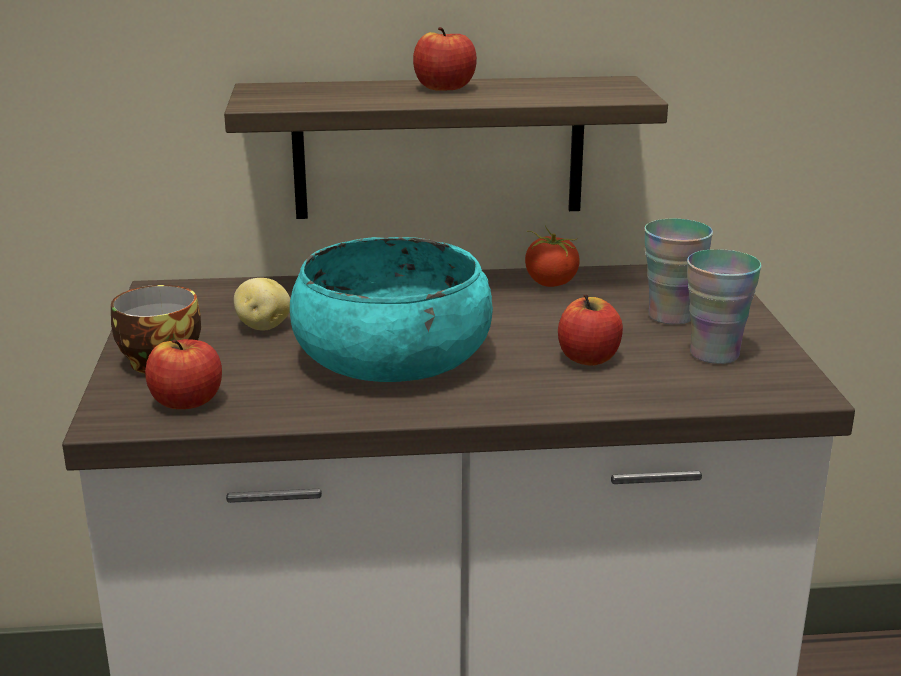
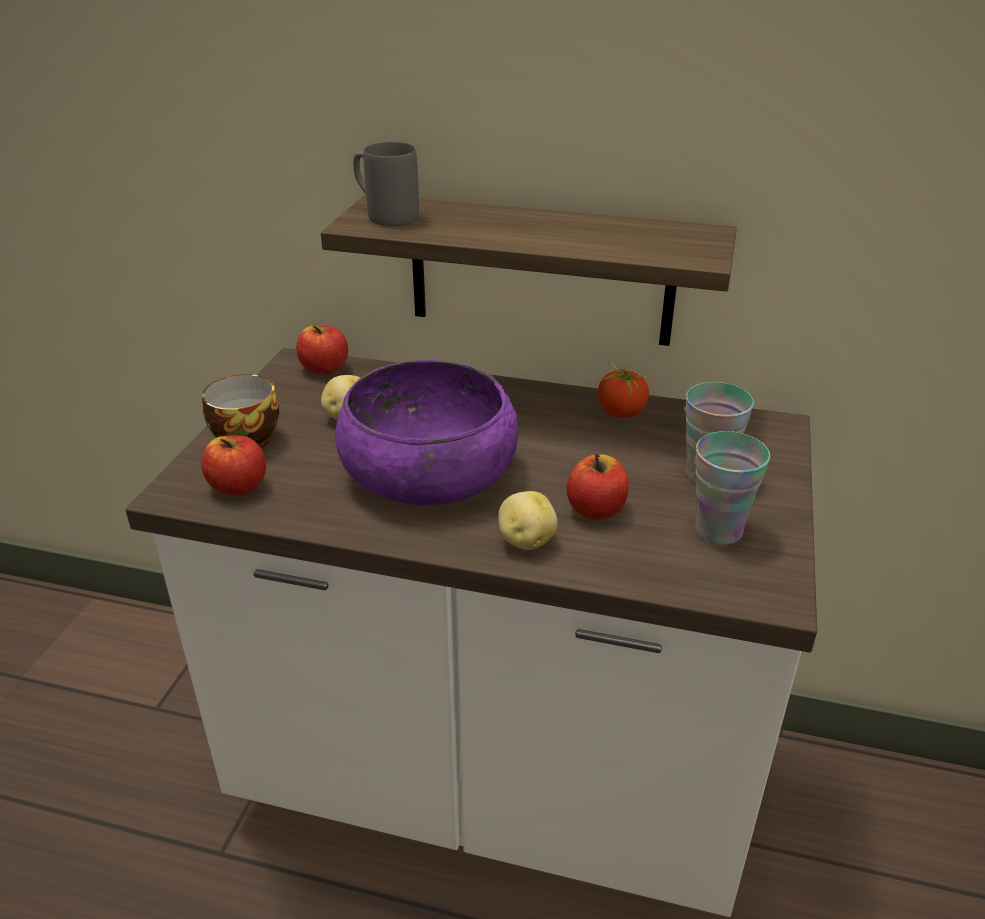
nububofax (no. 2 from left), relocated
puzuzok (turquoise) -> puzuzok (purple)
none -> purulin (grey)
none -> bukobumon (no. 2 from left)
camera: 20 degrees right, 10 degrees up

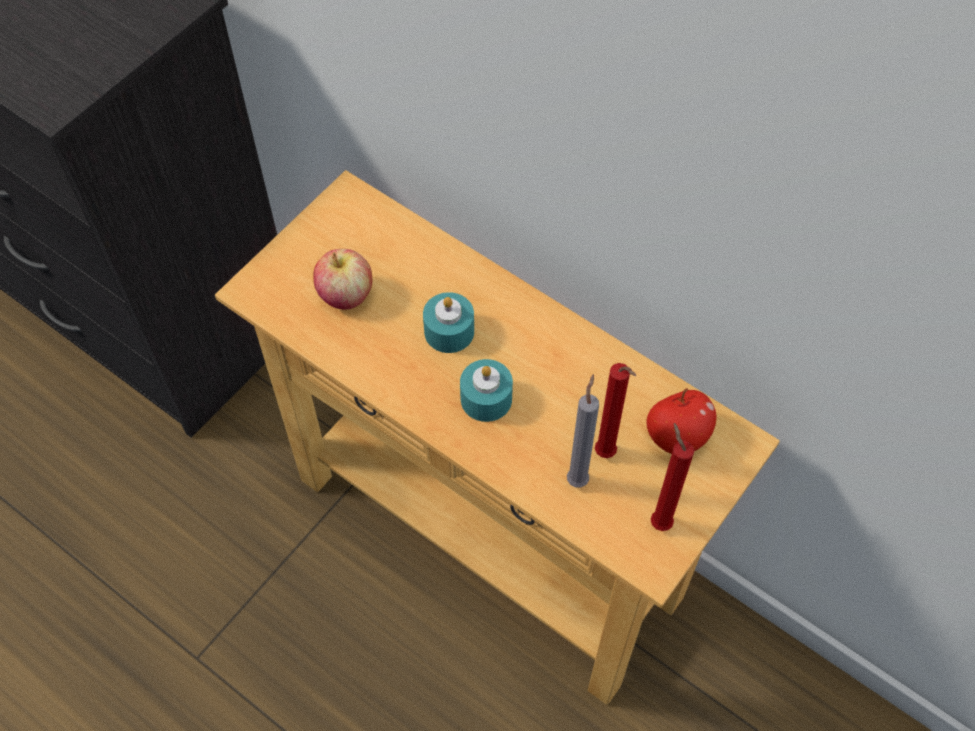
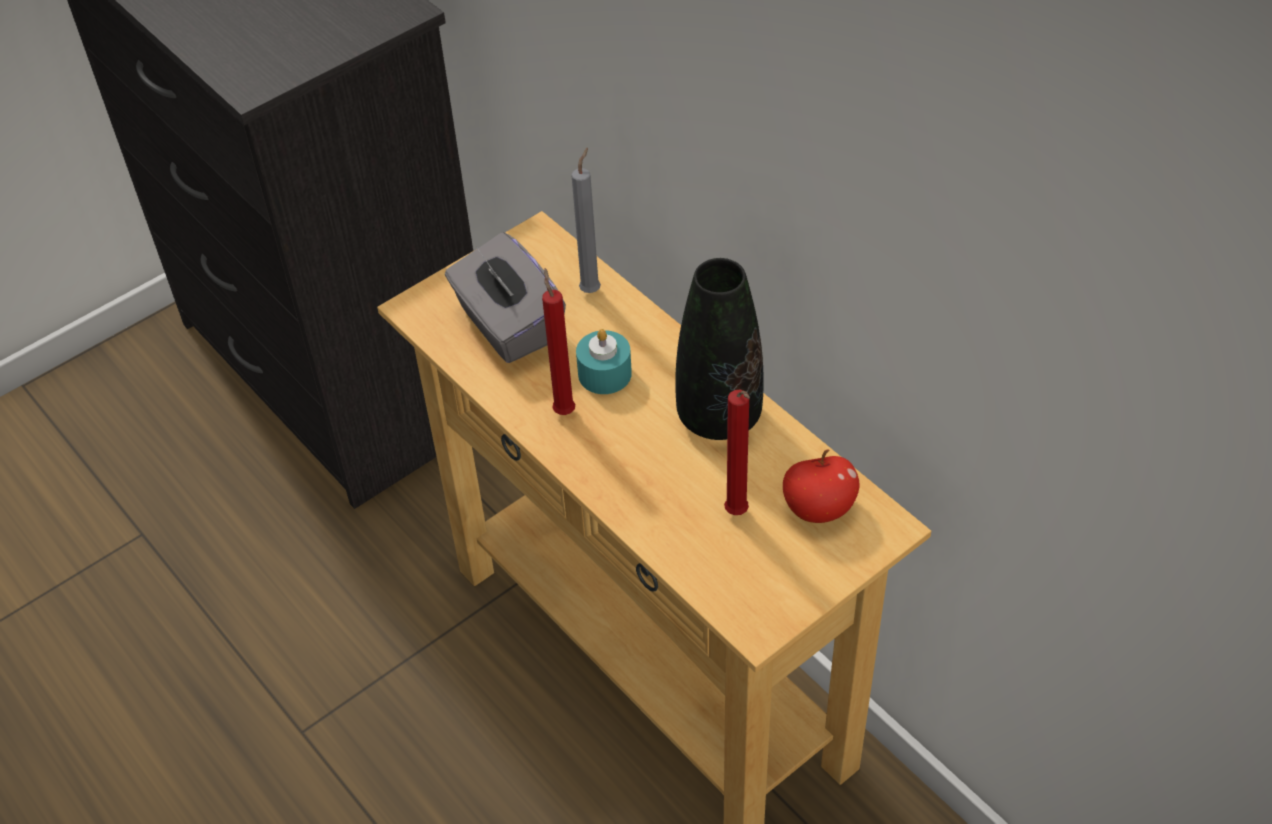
nububofax (no. 1 from left) -> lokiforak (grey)
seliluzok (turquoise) (no. 2 from left) -> none
seliluzok (grey), relocated
seliluzok (red) (no. 2 from left in the first image) -> seliluzok (red) (no. 1 from left), relocated
none -> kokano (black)
camera: 15 degrees right, 10 degrees down

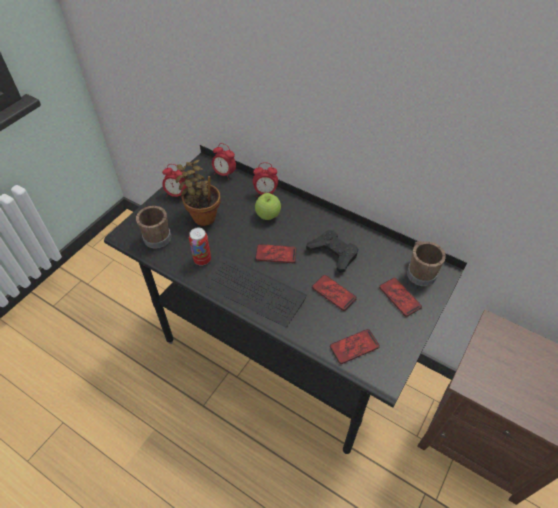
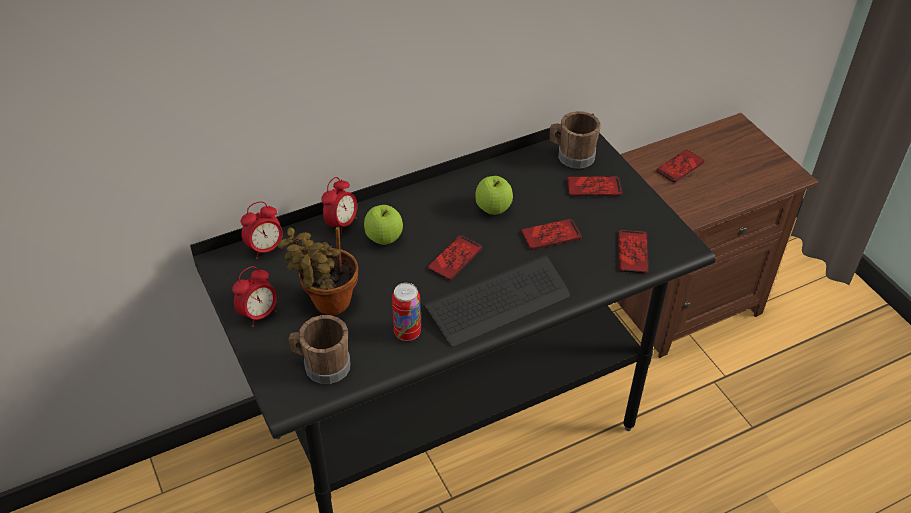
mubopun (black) -> nububofax (no. 2 from left)
none -> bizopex (no. 5 from left)
camera: 60 degrees left, 5 degrees down

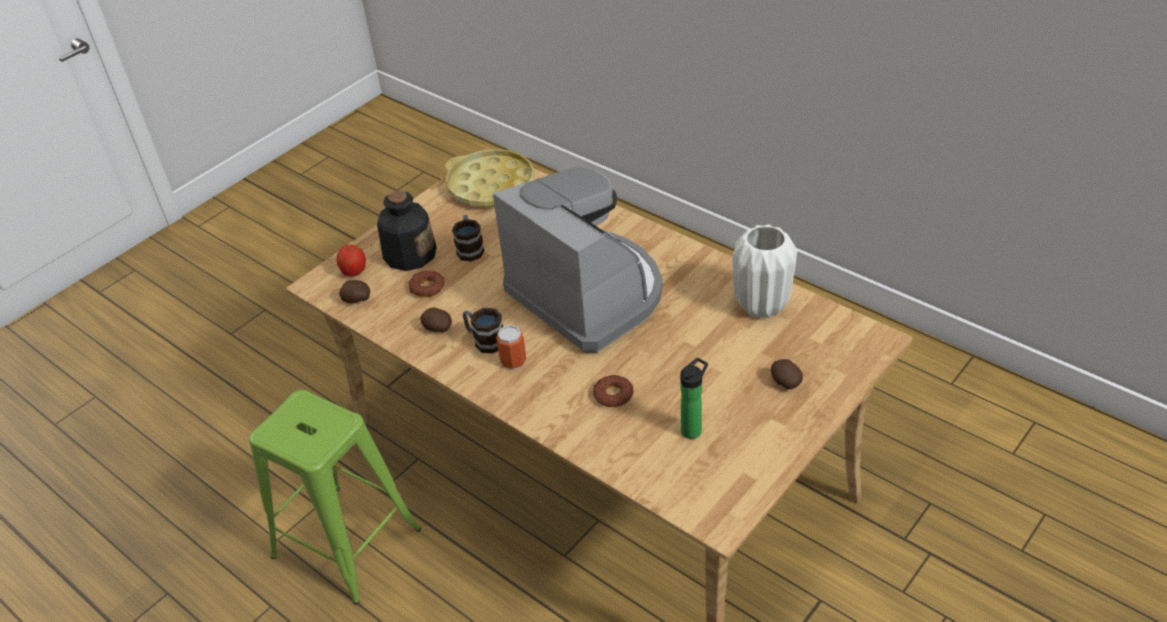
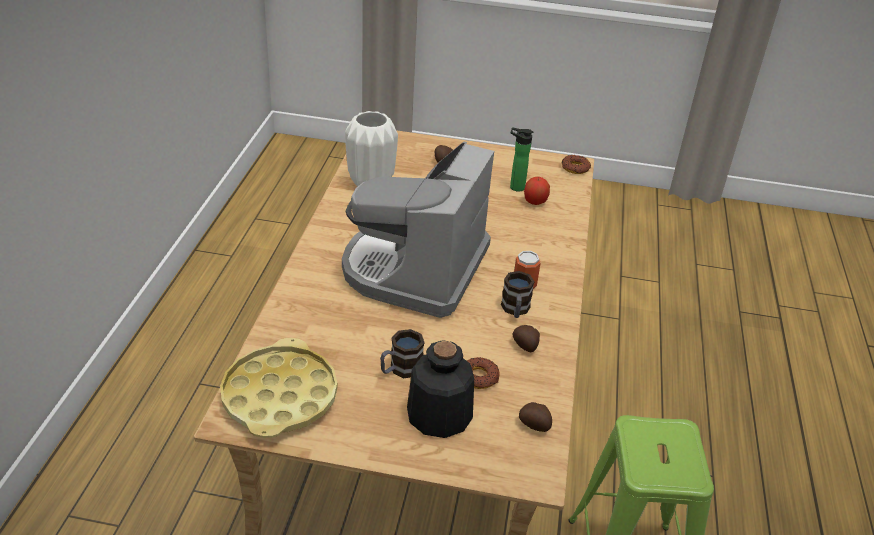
nububofax, relocated
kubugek (no. 2 from left), relocated
camera: 125 degrees left, 5 degrees down

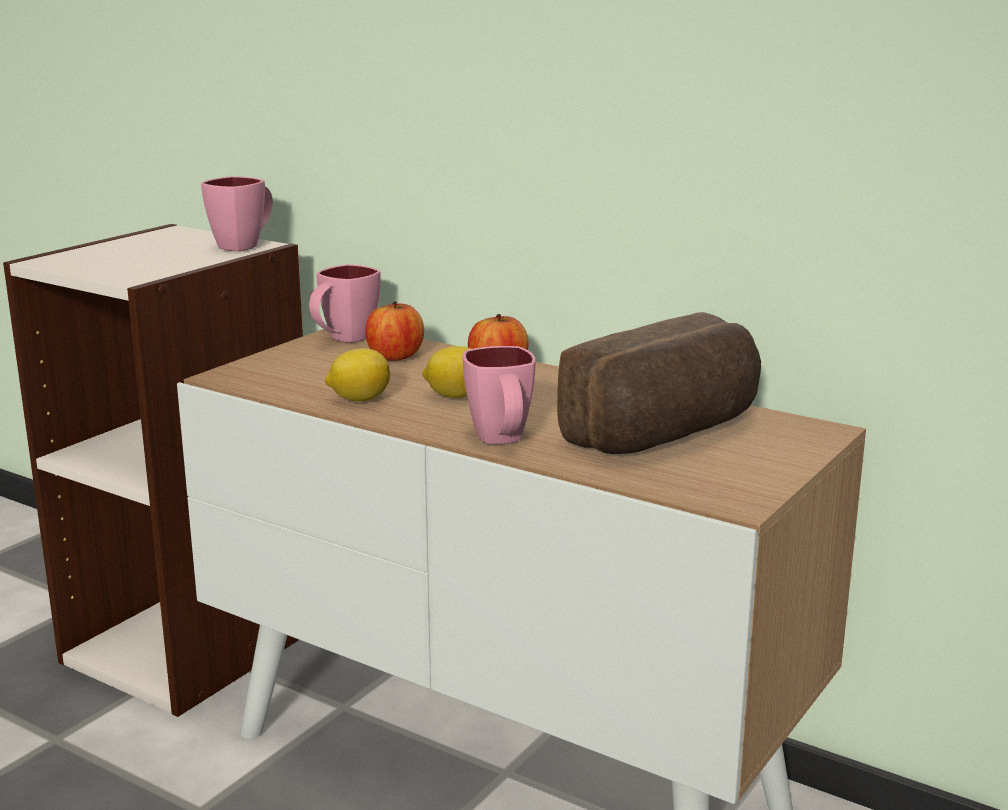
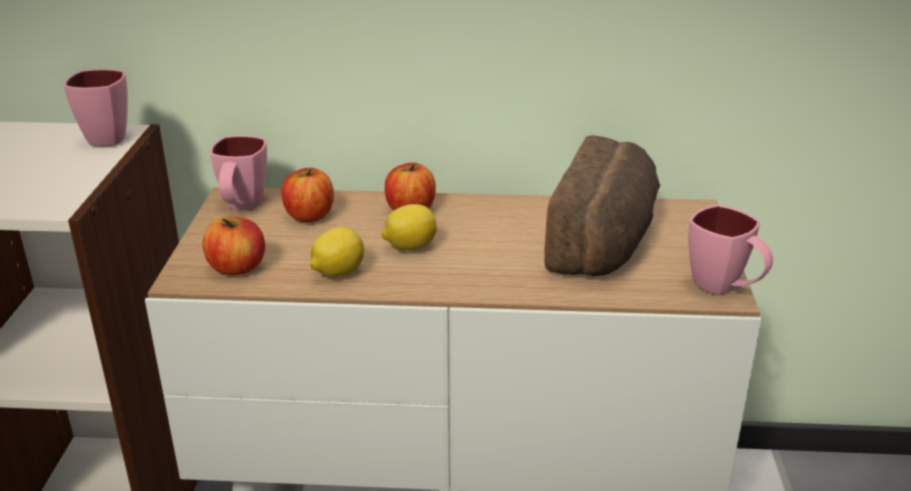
purulin (pink) (no. 3 from left), relocated
none -> nububofax (no. 1 from left)
camera: 30 degrees left, 10 degrees up

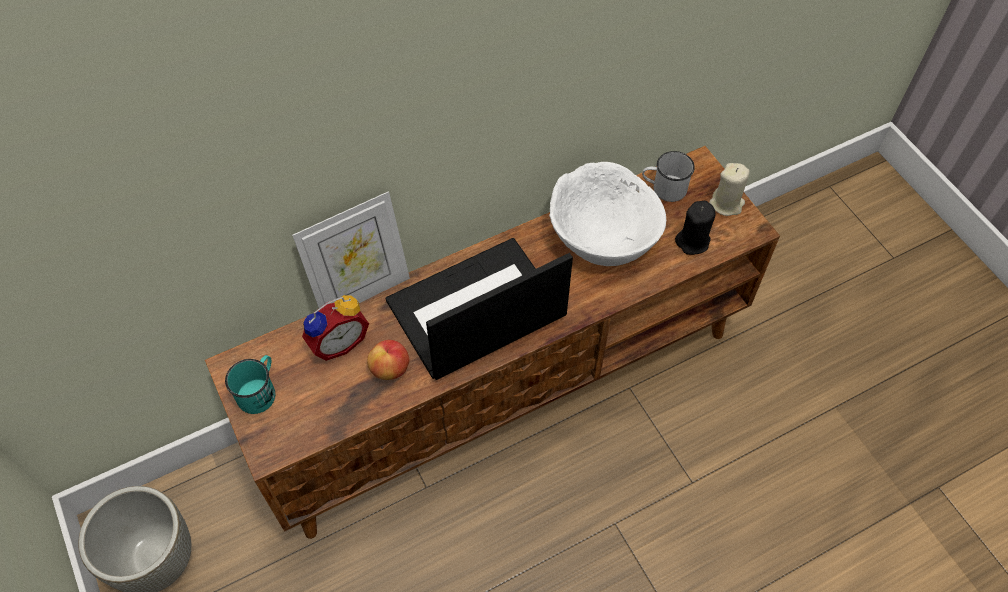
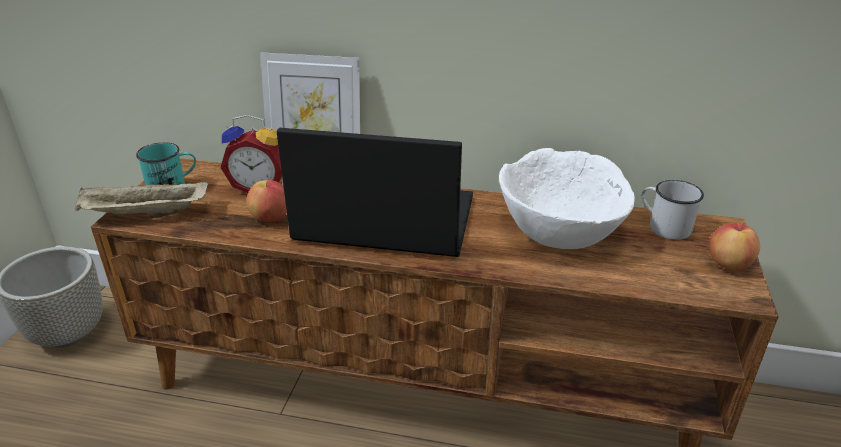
seliluzok (beige) -> nububofax (no. 2 from left)
seliluzok (black) -> none
none -> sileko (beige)
camera: 40 degrees right, 25 degrees down

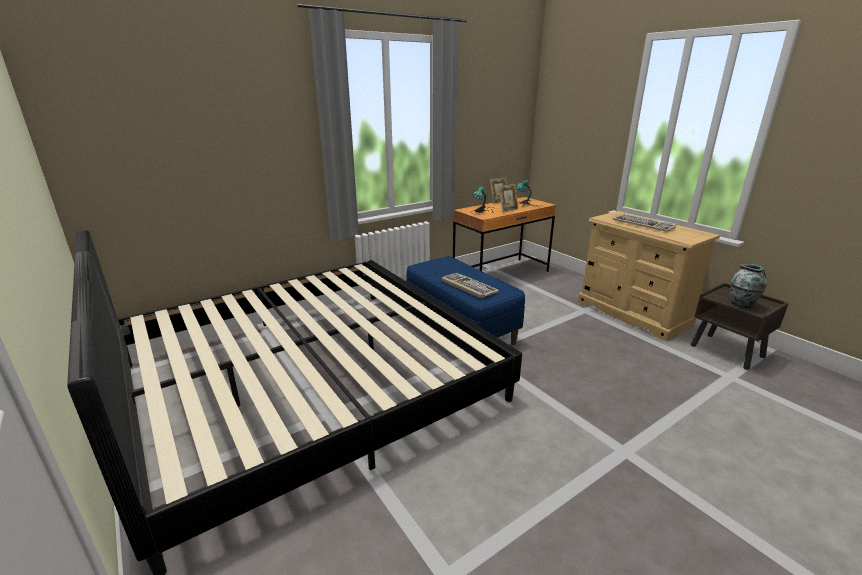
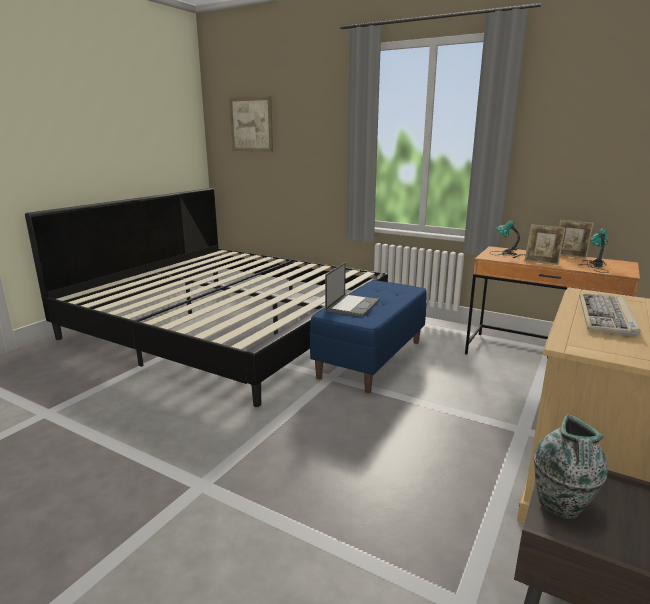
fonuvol (no. 1 from left) -> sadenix
none -> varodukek
camera: 65 degrees right, 5 degrees down

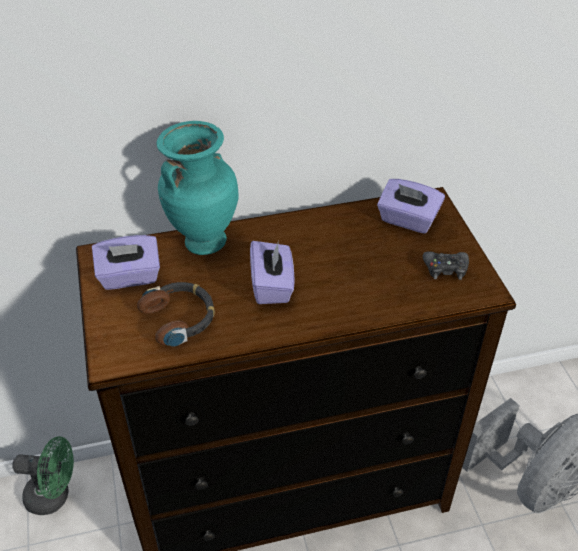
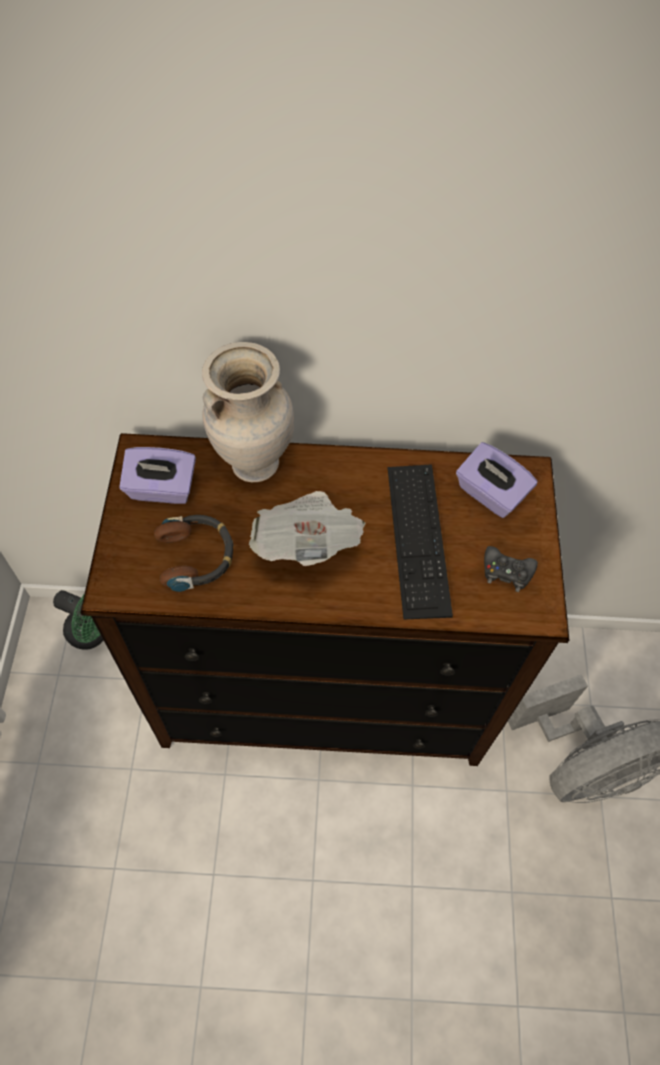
kokano (turquoise) -> kokano (beige)
lokiforak (purple) (no. 2 from left) -> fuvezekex
none -> fonuvol
camera: 15 degrees right, 15 degrees up

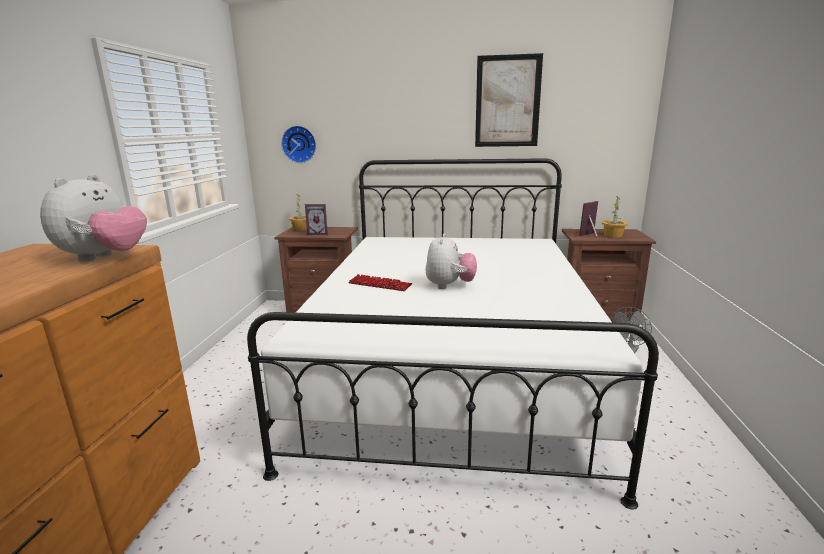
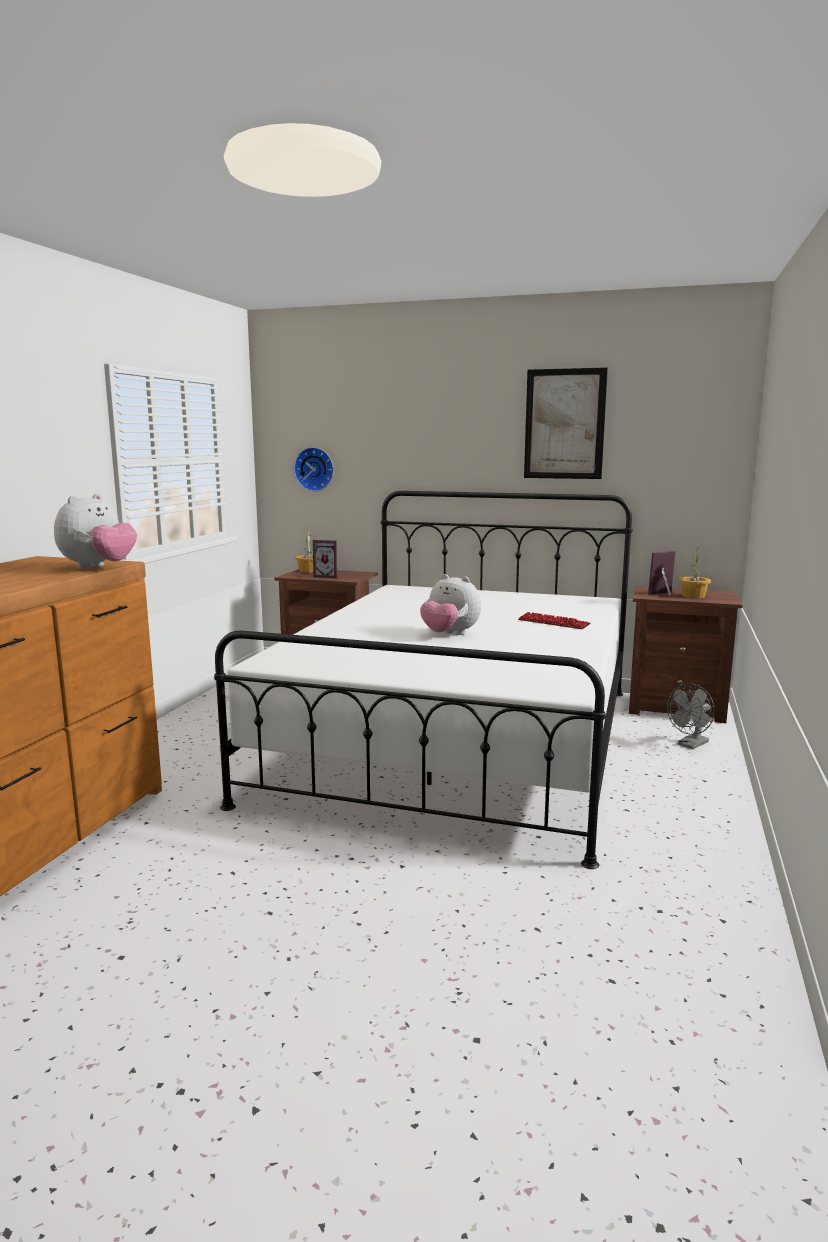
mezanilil (no. 2 from left), 105 degrees clockwise
fonuvol, relocated
camera: 10 degrees right, 5 degrees down

